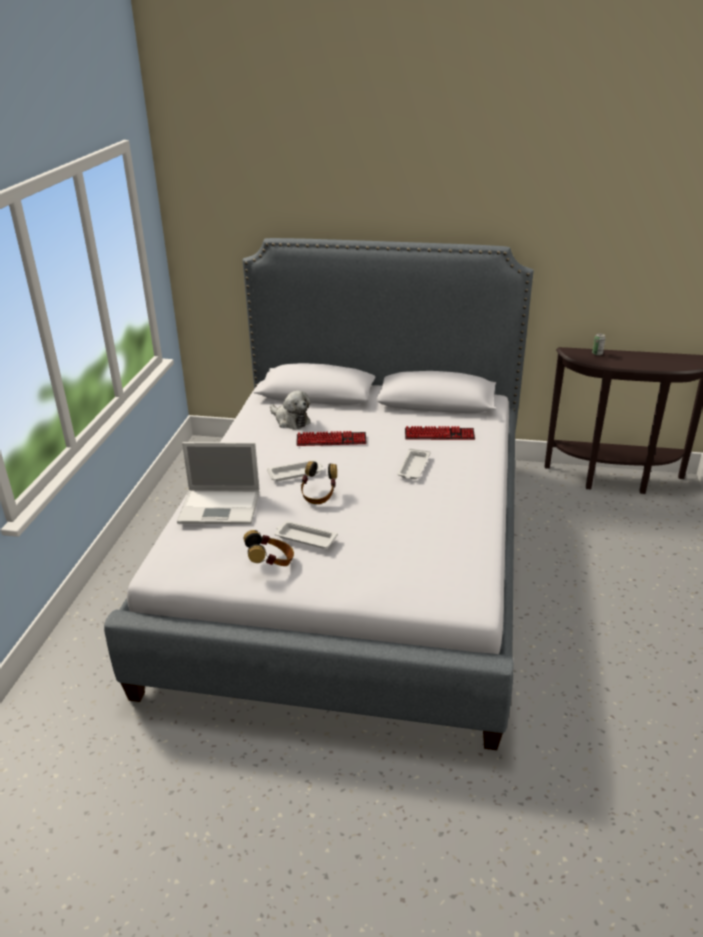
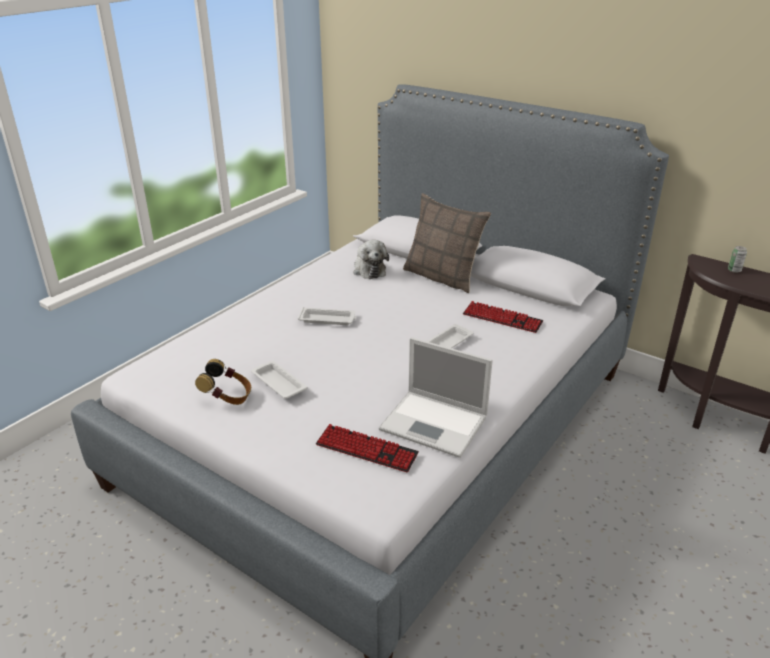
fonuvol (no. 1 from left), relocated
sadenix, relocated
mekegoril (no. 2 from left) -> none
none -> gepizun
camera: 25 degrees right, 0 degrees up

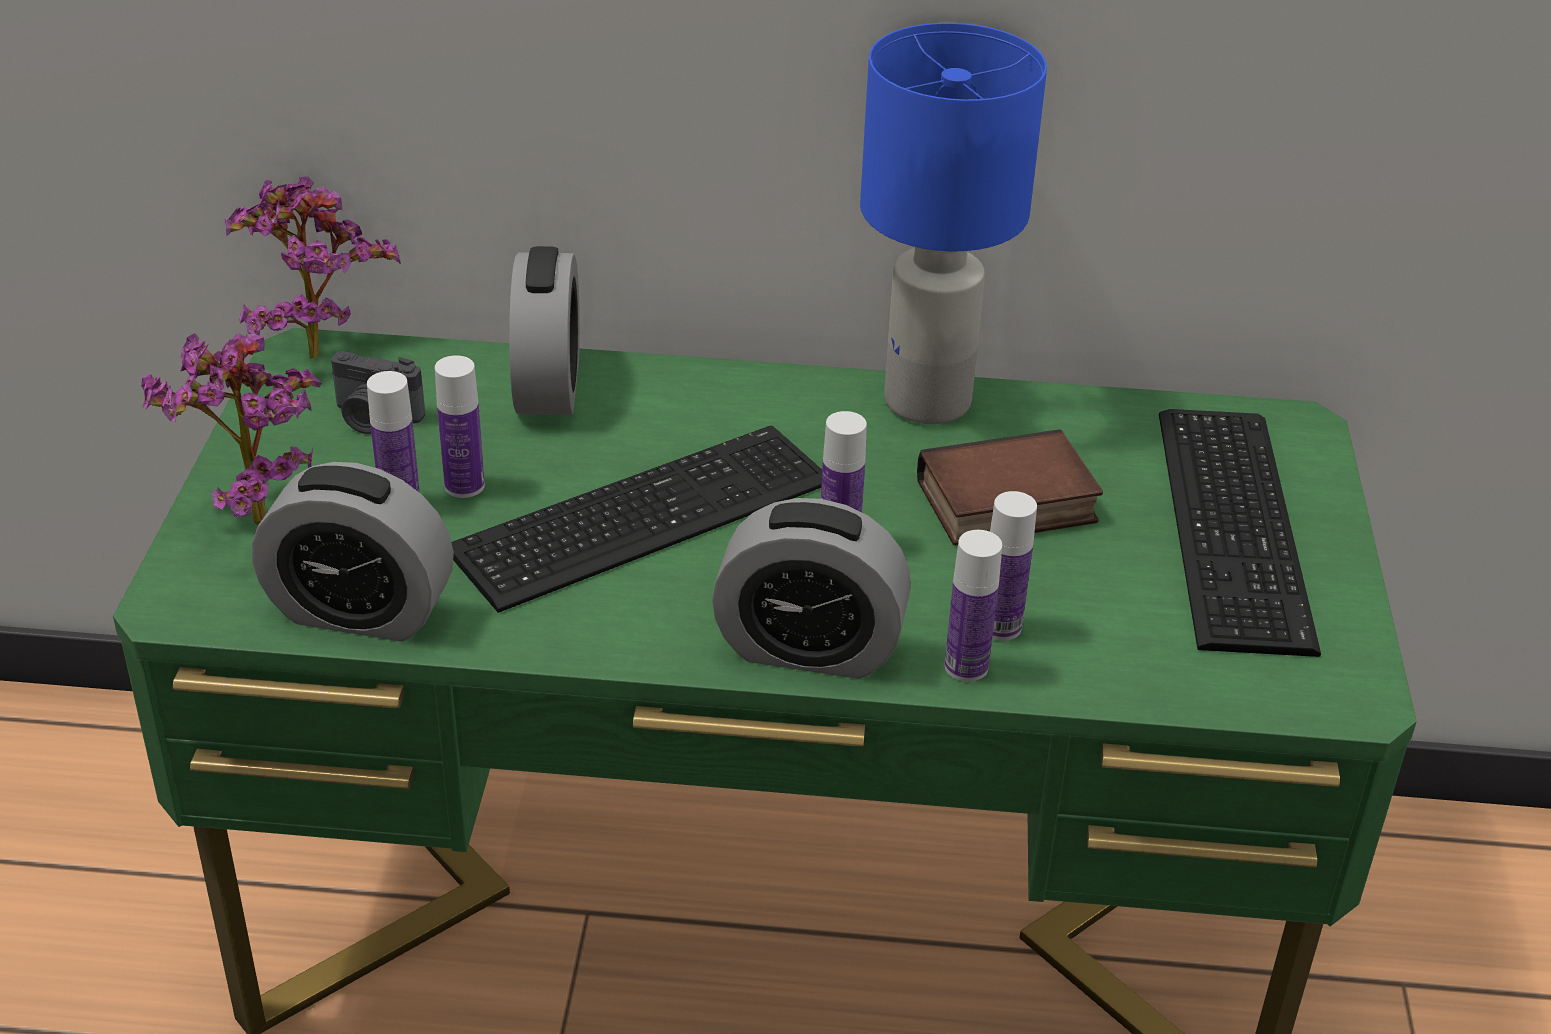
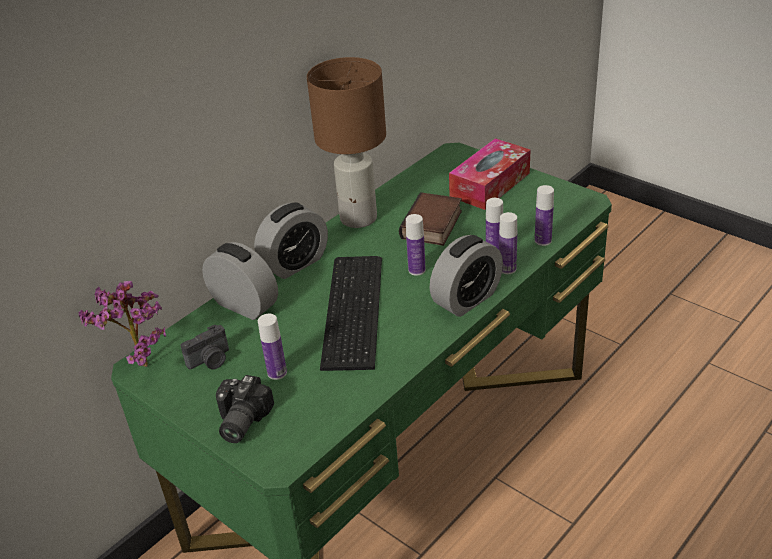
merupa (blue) -> merupa (brown)
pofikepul (no. 1 from left) -> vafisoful (no. 2 from left)
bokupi (no. 2 from left in the first image) -> bokupi (no. 5 from left), relocated
fonuvol (no. 2 from left) -> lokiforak
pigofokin (no. 1 from left in the first image) -> pigofokin (no. 2 from left), relocated
camera: 50 degrees left, 0 degrees up

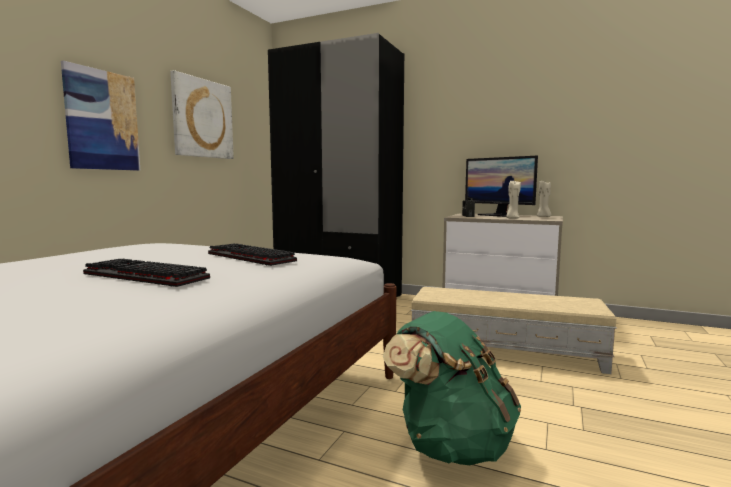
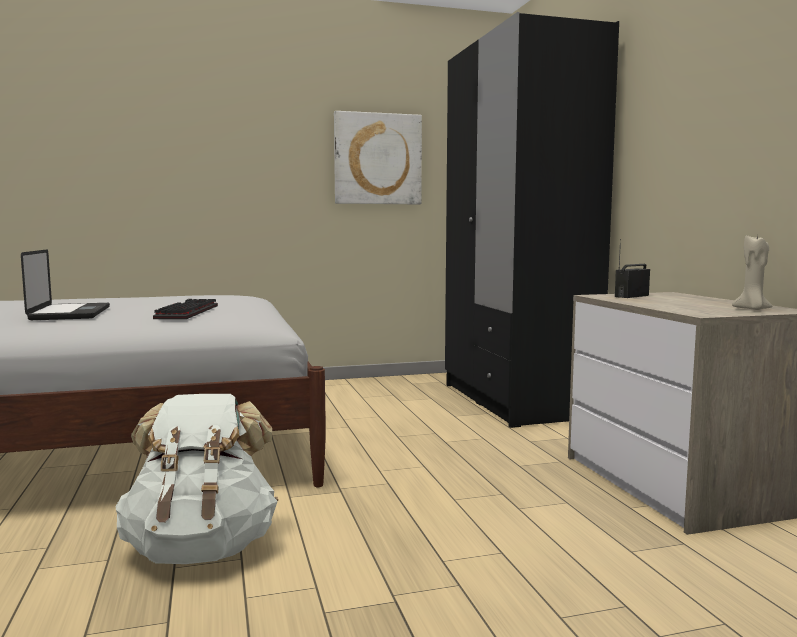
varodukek (no. 1 from left) -> none
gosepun -> none
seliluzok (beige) (no. 1 from left) -> none
fonuvol (no. 1 from left) -> sadenix
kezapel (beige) -> none
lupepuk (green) -> lupepuk (white)
camera: 50 degrees right, 0 degrees up

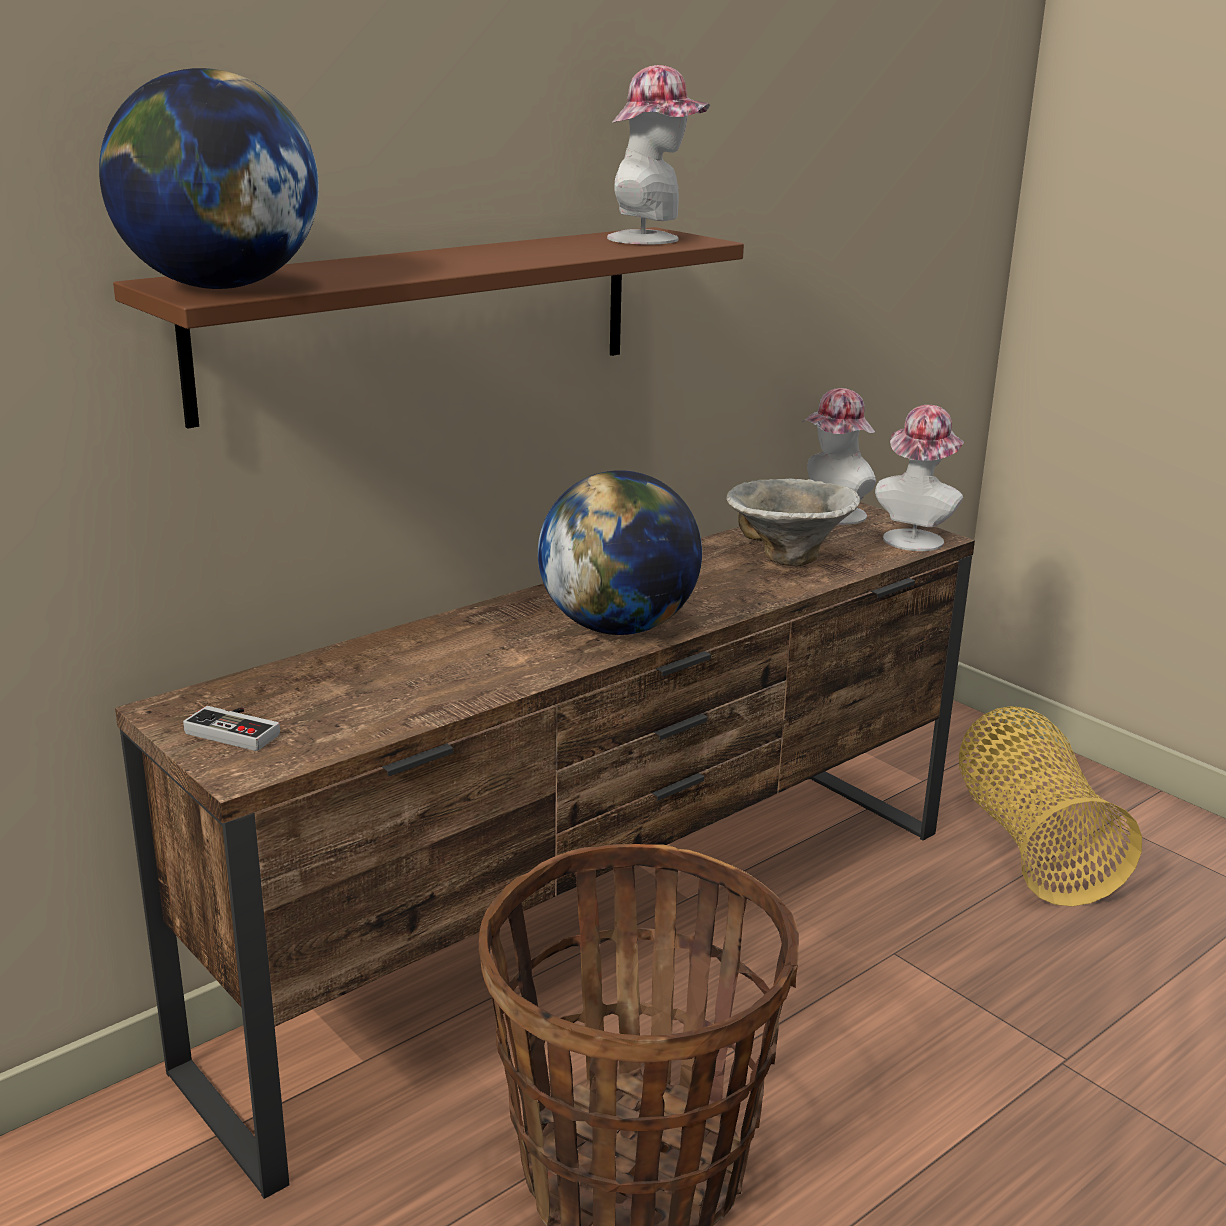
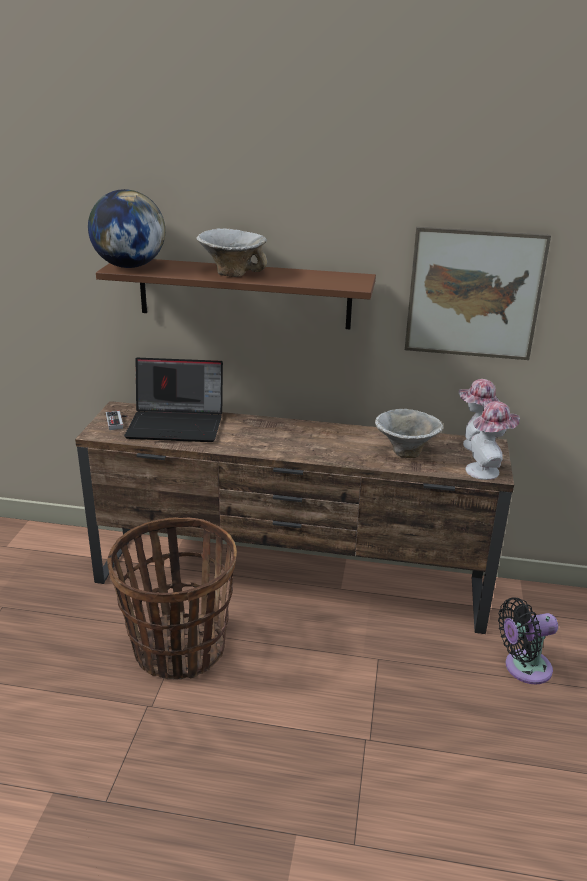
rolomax (no. 1 from left) -> none
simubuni (no. 2 from left) -> none
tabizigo (no. 2 from left) -> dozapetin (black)
none -> varodukek
none -> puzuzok (no. 1 from left)
none -> sadenix
camera: 50 degrees right, 5 degrees up

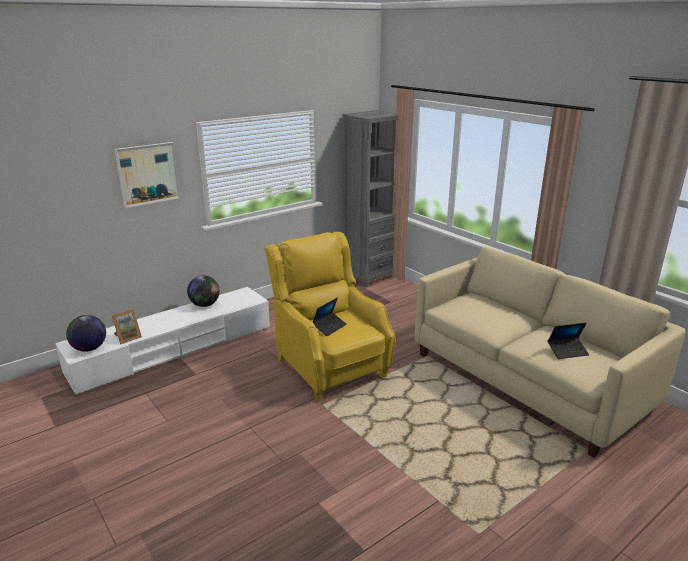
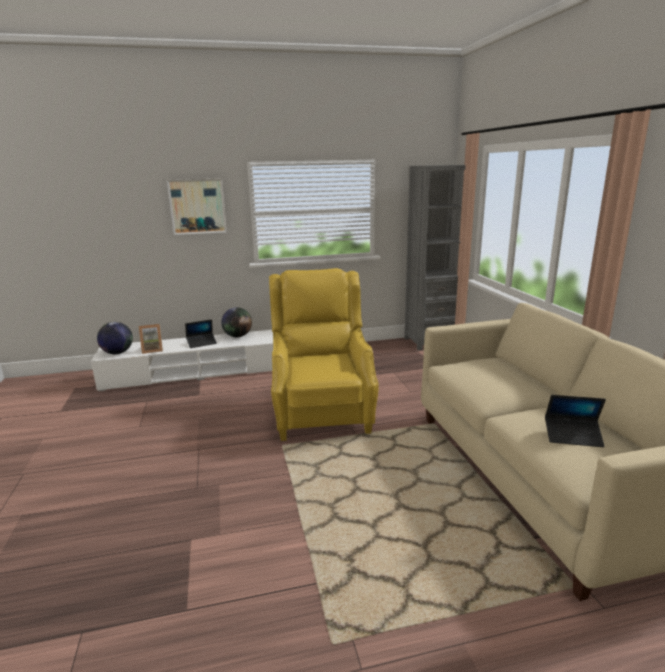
sadenix (no. 1 from left), relocated
camera: 25 degrees right, 5 degrees down

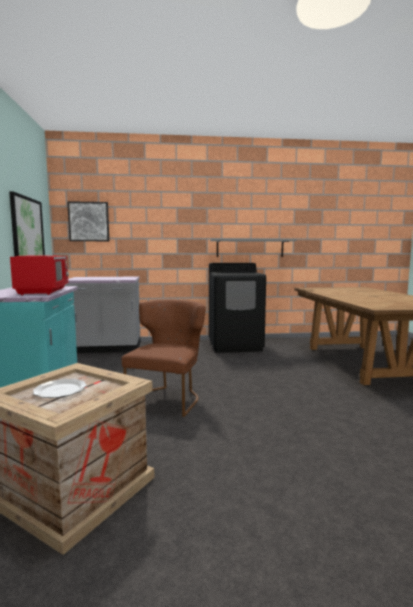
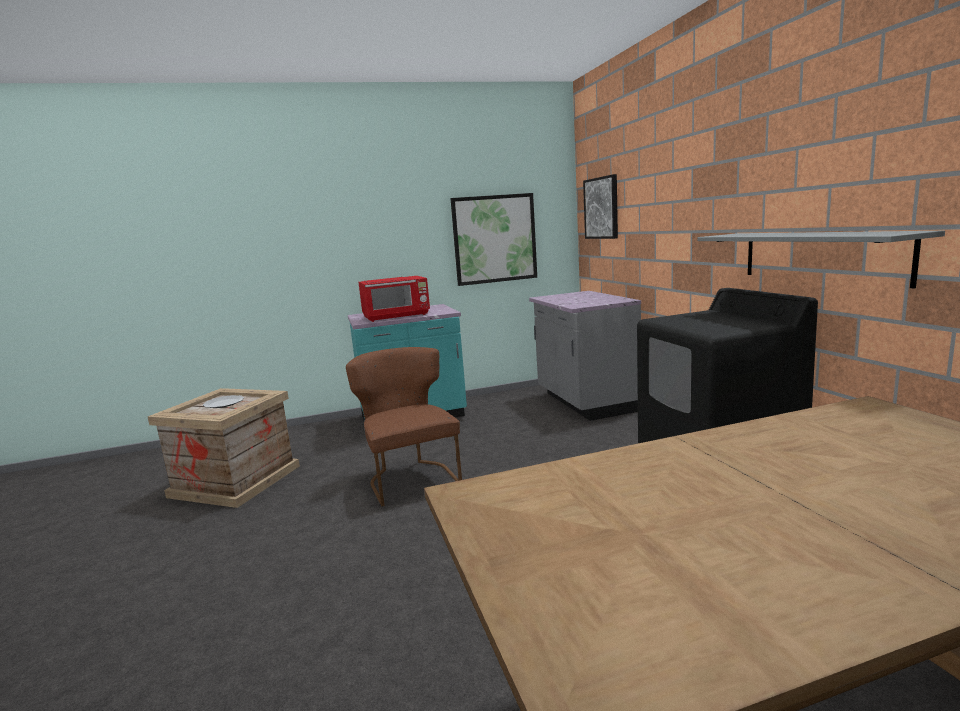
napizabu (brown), 120 degrees counterclockwise
camera: 80 degrees right, 5 degrees up

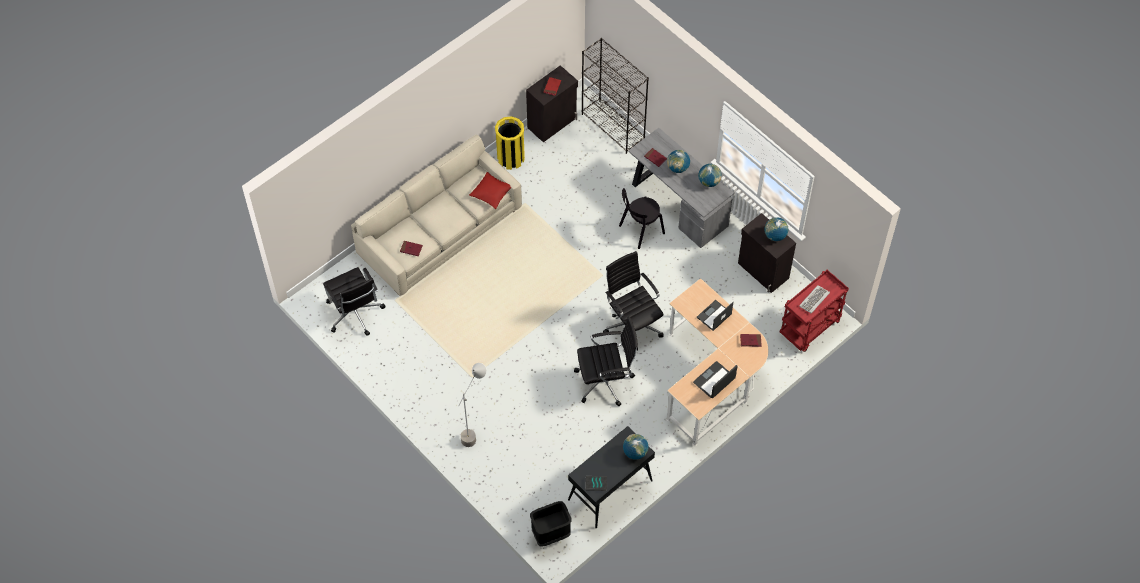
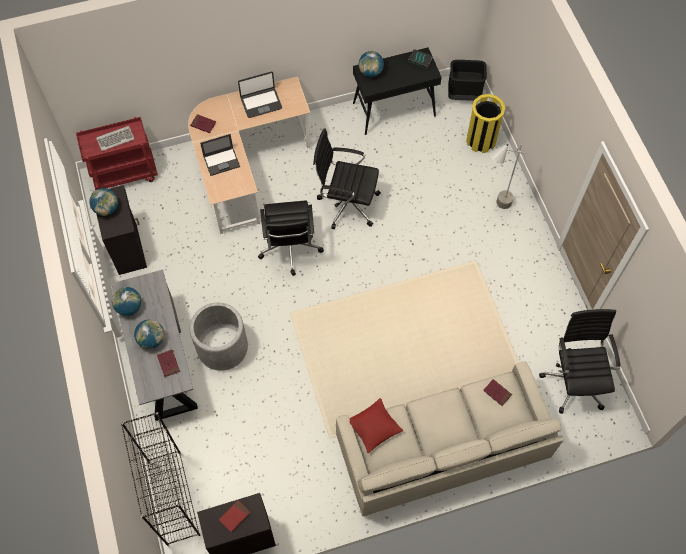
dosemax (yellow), relocated
napizabu (black) -> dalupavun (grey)
camera: 155 degrees left, 5 degrees up

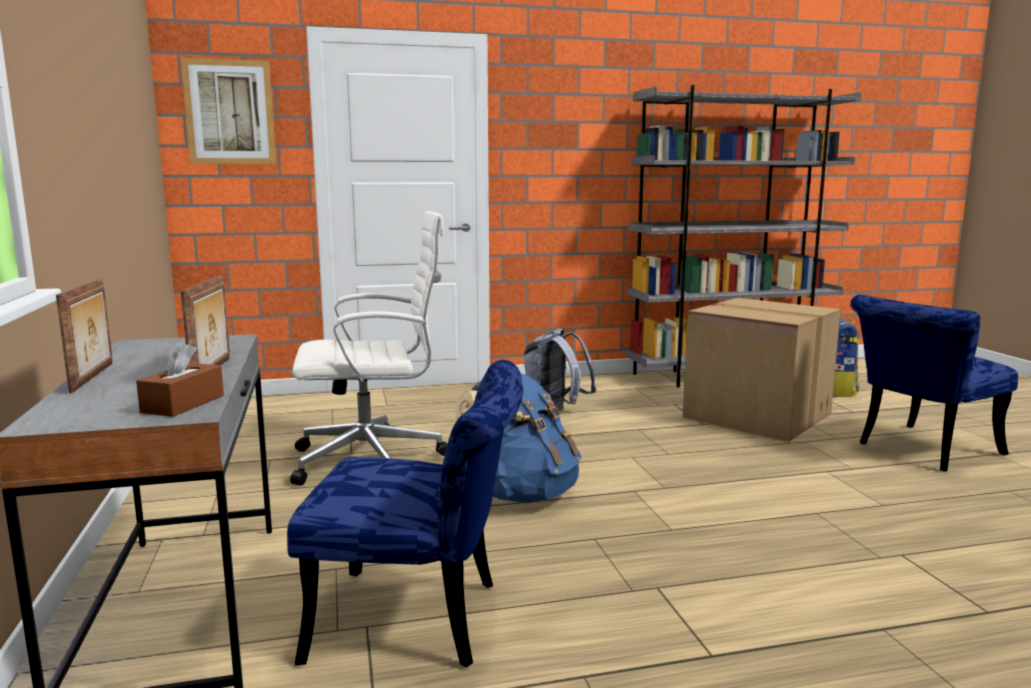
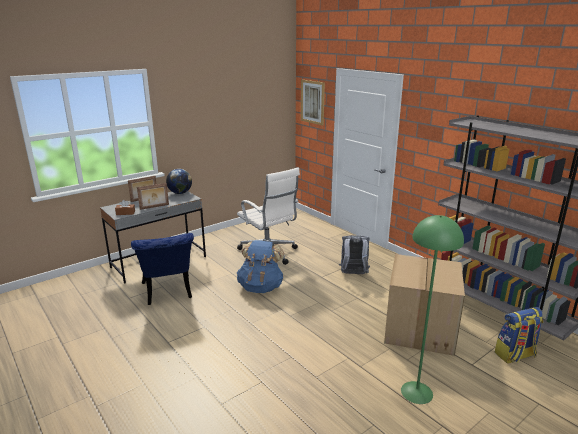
napizabu (blue) (no. 2 from left) -> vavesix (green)
none -> simubuni
camera: 65 degrees right, 10 degrees up

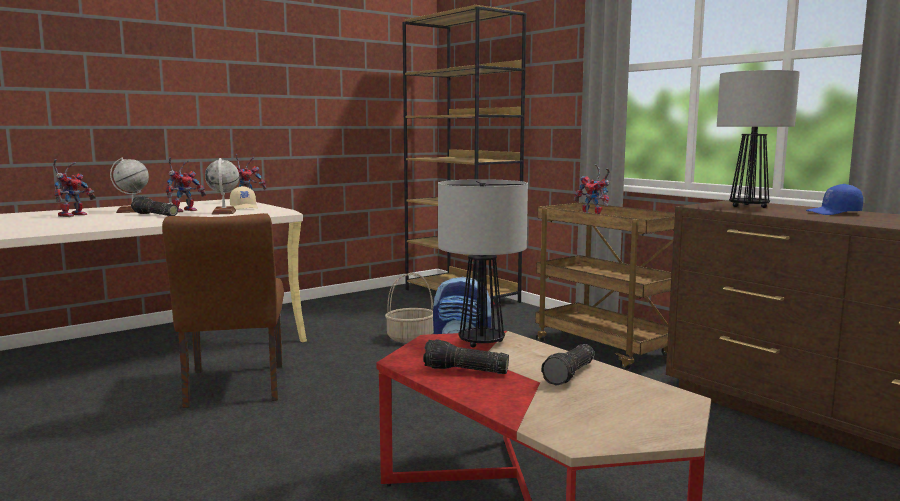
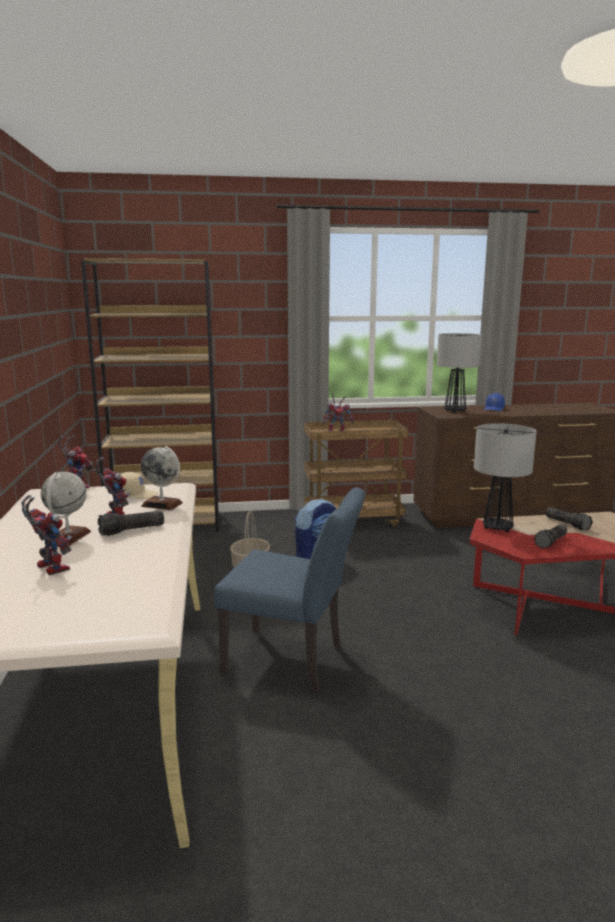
napizabu (brown) -> napizabu (blue)
camera: 60 degrees left, 5 degrees up

